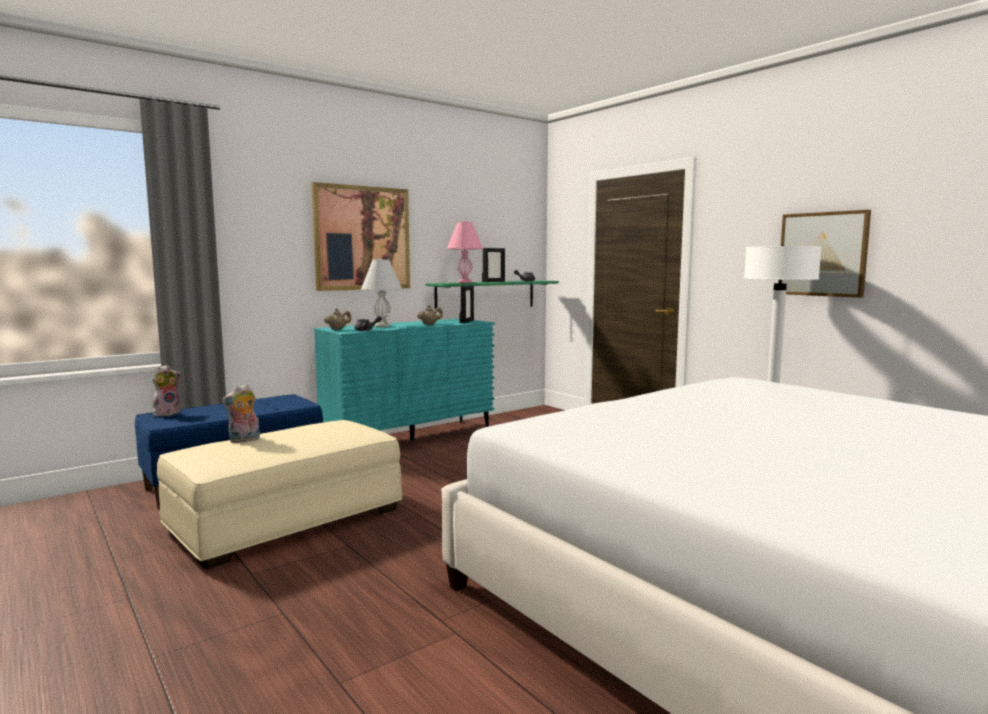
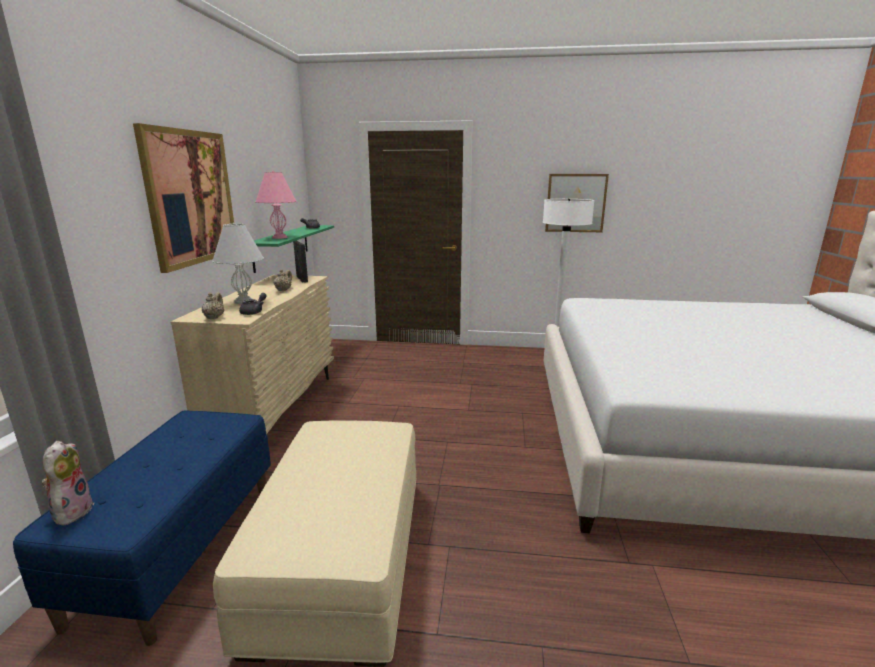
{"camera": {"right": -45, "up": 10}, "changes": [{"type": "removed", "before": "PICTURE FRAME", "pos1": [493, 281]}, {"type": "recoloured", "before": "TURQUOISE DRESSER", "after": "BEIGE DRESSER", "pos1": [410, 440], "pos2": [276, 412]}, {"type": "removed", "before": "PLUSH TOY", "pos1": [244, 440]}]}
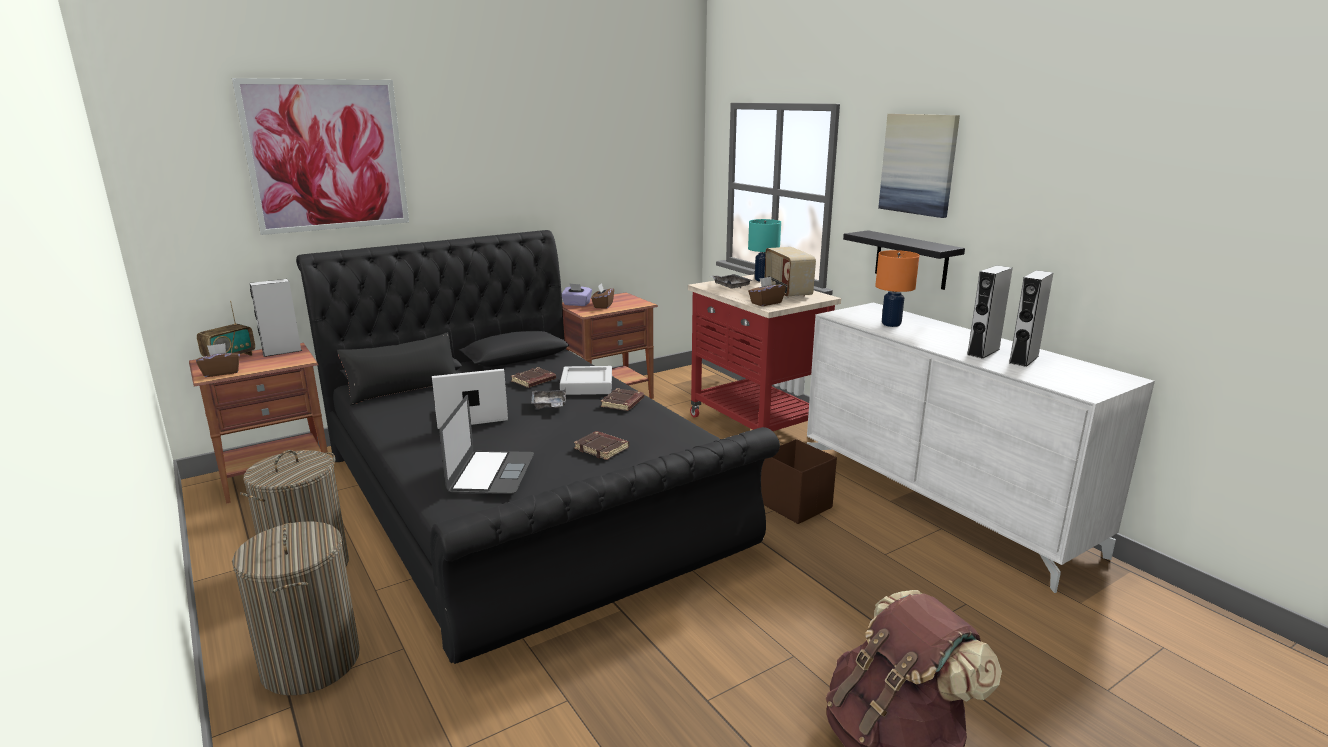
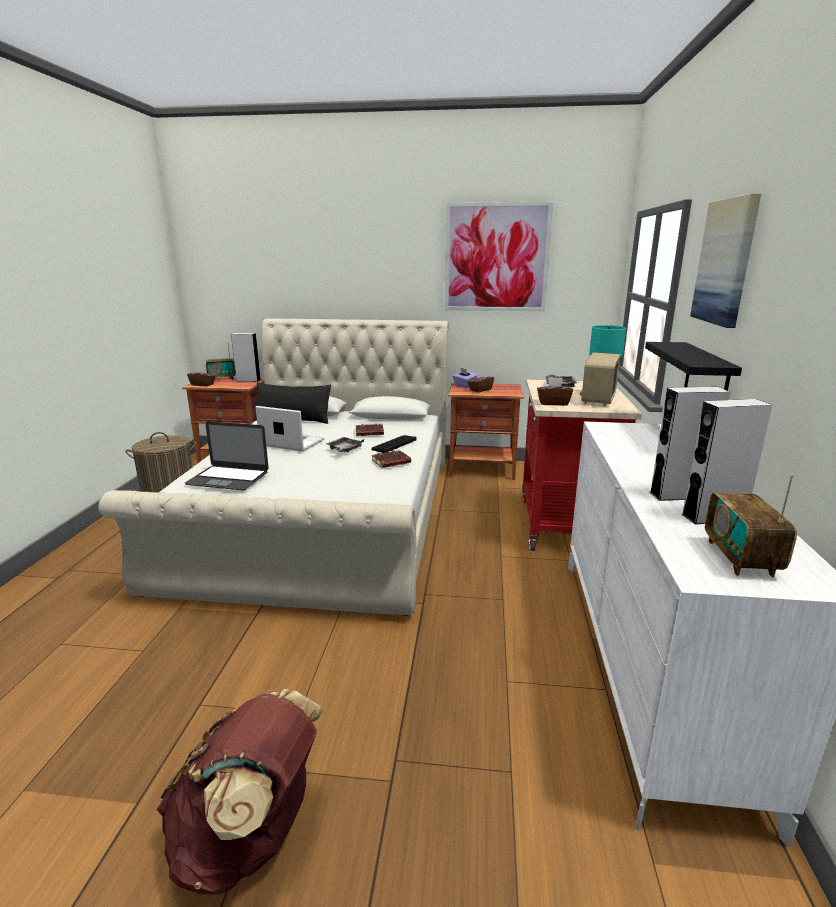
{"camera": {"right": 40, "up": 0}, "changes": [{"type": "moved", "before": "PICTURE", "pos1": [327, 155], "pos2": [496, 258]}, {"type": "recoloured", "before": "BLACK BED", "after": "BEIGE BED", "pos1": [522, 495], "pos2": [325, 514]}, {"type": "removed", "before": "ORANGE TABLE LAMP", "pos1": [892, 324]}, {"type": "replaced", "before": "GREY TRAY", "after": "KEYBOARD", "pos1": [586, 385], "pos2": [394, 444]}, {"type": "turned", "before": "LAPTOP", "pos1": [491, 472], "pos2": [228, 478], "turn": 60}, {"type": "removed", "before": "BROWN BOOK", "pos1": [602, 449]}, {"type": "removed", "before": "BROWN STORAGE BOX", "pos1": [794, 505]}, {"type": "removed", "before": "LAUNDRY BASKET", "pos1": [310, 662]}, {"type": "added", "after": "RADIO", "pos2": [740, 558]}]}
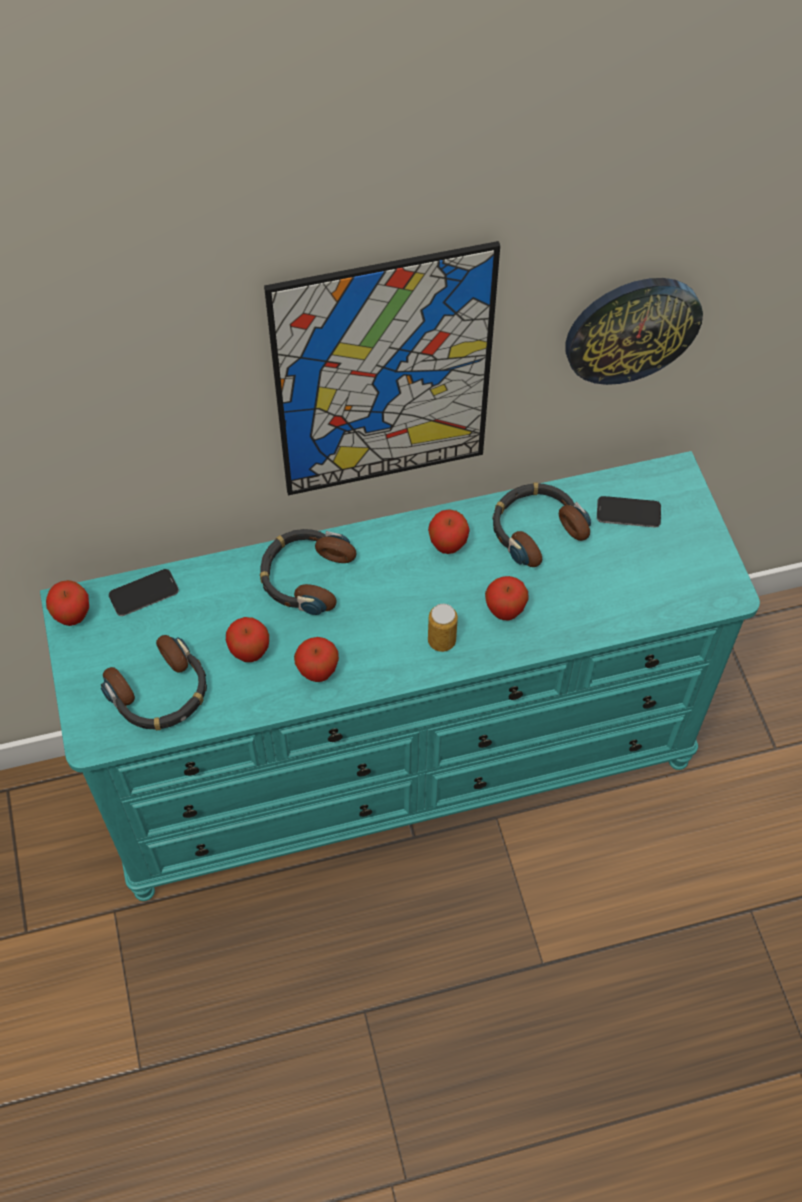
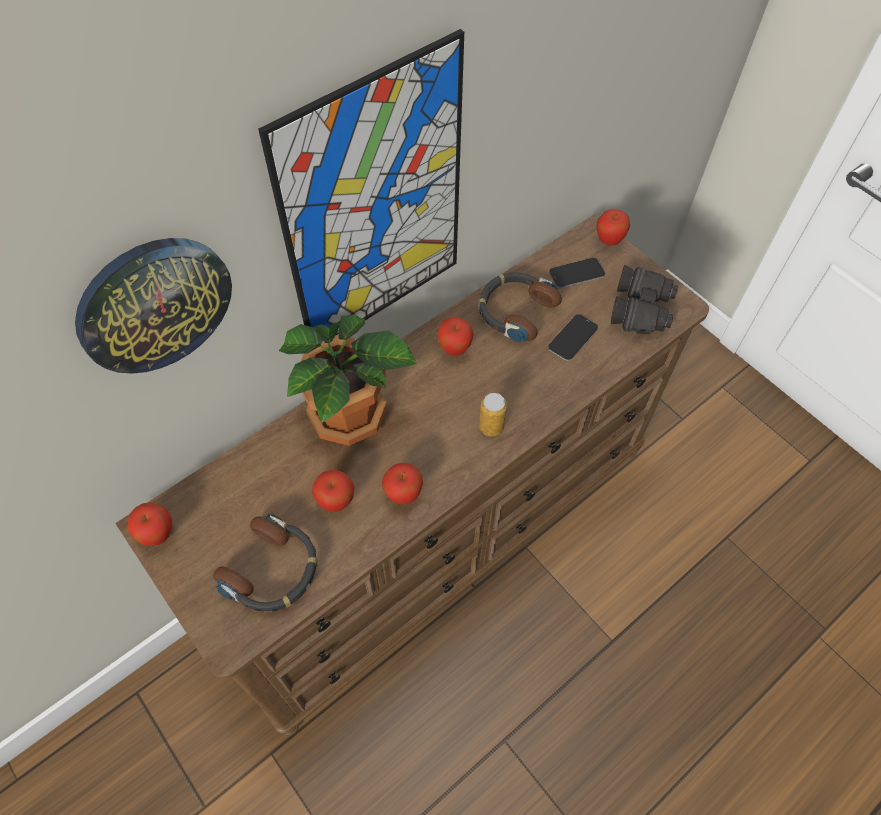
{"camera": {"right": -25, "up": 0}, "changes": [{"type": "moved", "before": "WALL CLOCK", "pos1": [632, 329], "pos2": [154, 304]}, {"type": "recoloured", "before": "TURQUOISE DRESSER", "after": "BROWN DRESSER", "pos1": [402, 763], "pos2": [439, 536]}, {"type": "replaced", "before": "HEADPHONES", "after": "POTTED PLANT", "pos1": [305, 576], "pos2": [350, 417]}, {"type": "moved", "before": "PHONE", "pos1": [144, 593], "pos2": [572, 338]}, {"type": "moved", "before": "APPLE", "pos1": [505, 611], "pos2": [609, 241]}, {"type": "added", "after": "BLACK BINOCULARS", "pos2": [641, 309]}]}
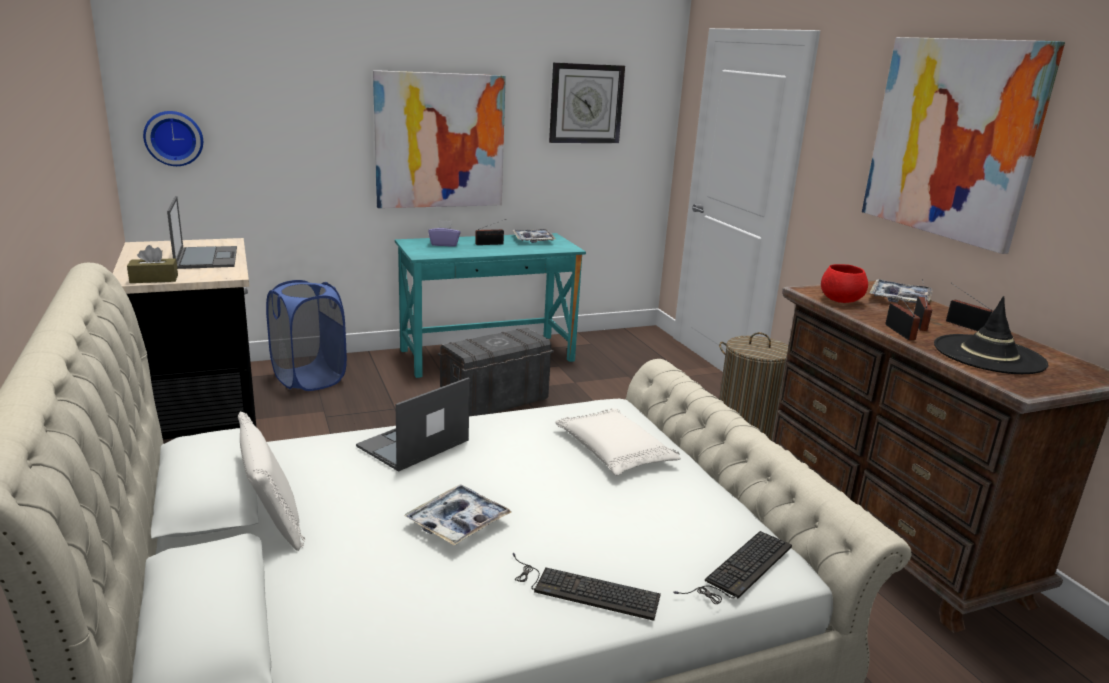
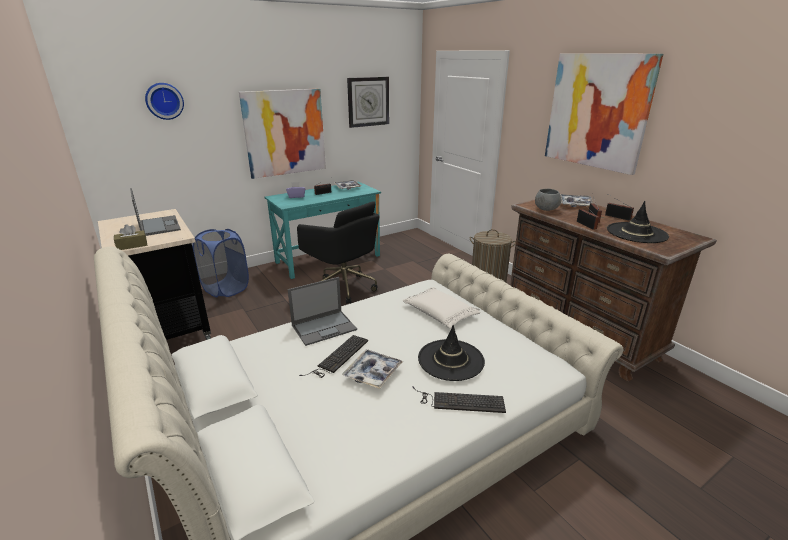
{"camera": {"right": -10, "up": 5}, "changes": [{"type": "moved", "before": "WALL CLOCK", "pos1": [174, 138], "pos2": [164, 101]}, {"type": "recoloured", "before": "RED BOWL", "after": "GREY BOWL", "pos1": [840, 300], "pos2": [546, 209]}, {"type": "replaced", "before": "GREY STORAGE BOX", "after": "BLACK OFFICE CHAIR", "pos1": [494, 402], "pos2": [342, 287]}, {"type": "turned", "before": "LAPTOP", "pos1": [412, 444], "pos2": [324, 327], "turn": -150}, {"type": "removed", "before": "WHITE PILLOW", "pos1": [272, 515]}, {"type": "moved", "before": "KEYBOARD", "pos1": [740, 569], "pos2": [338, 357]}, {"type": "added", "after": "BLACK HAT", "pos2": [450, 360]}]}
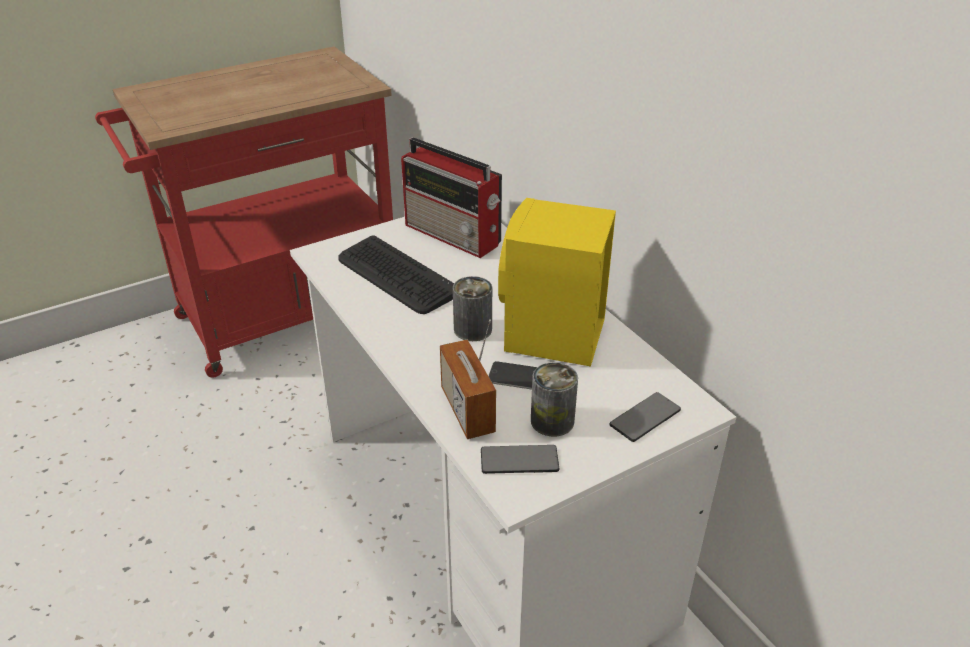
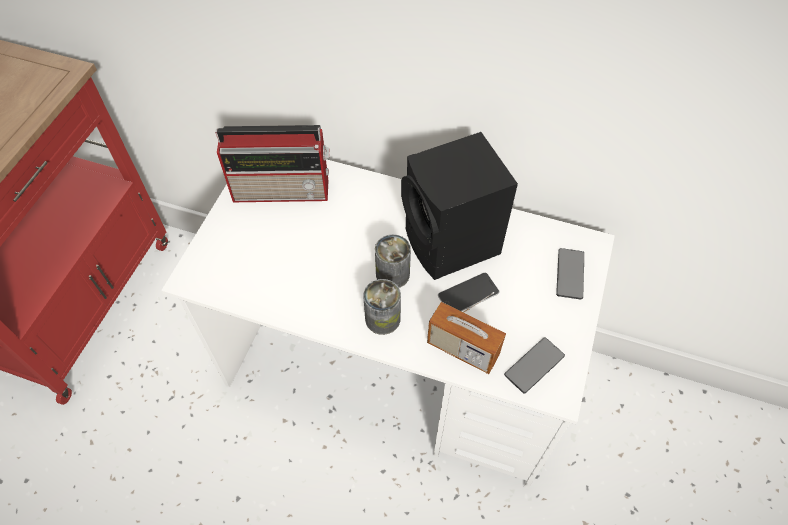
{"camera": {"right": -40, "up": 20}, "changes": [{"type": "recoloured", "before": "YELLOW SPEAKER", "after": "BLACK SPEAKER", "pos1": [552, 338], "pos2": [452, 245]}, {"type": "removed", "before": "KEYBOARD", "pos1": [396, 276]}, {"type": "moved", "before": "CAN", "pos1": [552, 421], "pos2": [382, 318]}]}
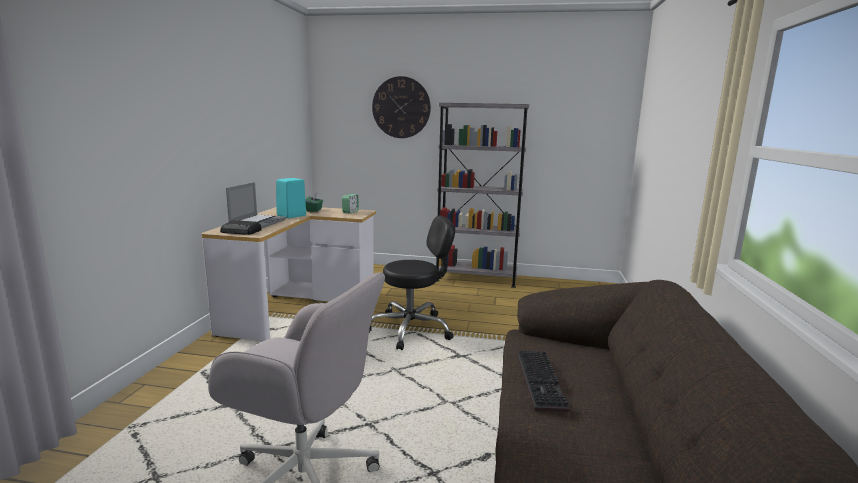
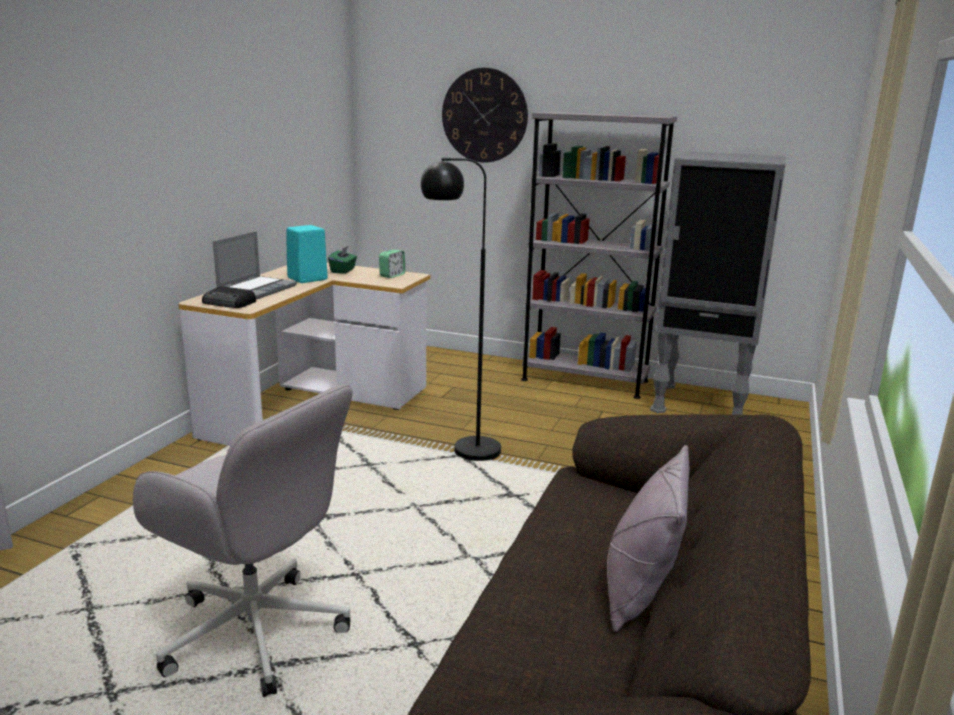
{"camera": {"right": 10, "up": 5}, "changes": [{"type": "replaced", "before": "BLACK OFFICE CHAIR", "after": "BLACK FLOOR LAMP", "pos1": [414, 329], "pos2": [462, 451]}, {"type": "removed", "before": "KEYBOARD", "pos1": [543, 382]}, {"type": "added", "after": "GREY CABINET", "pos2": [701, 403]}, {"type": "added", "after": "PURPLE PILLOW", "pos2": [639, 592]}]}
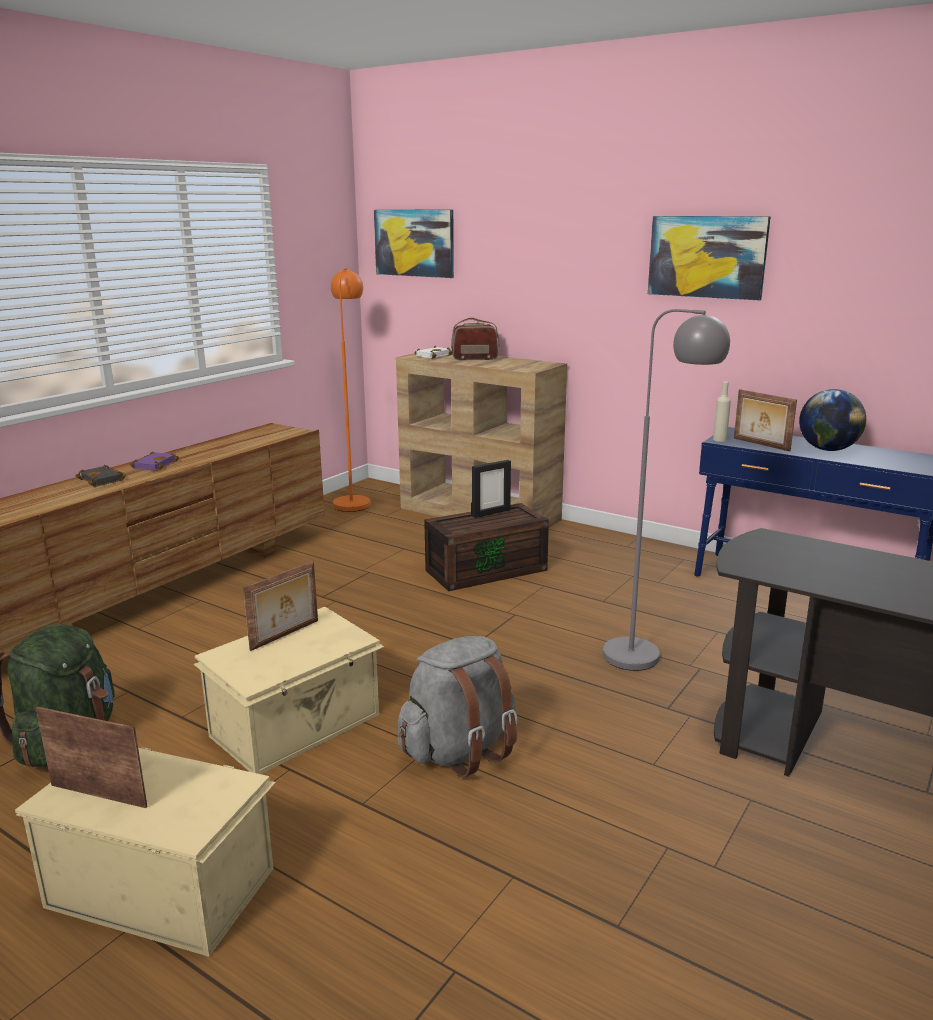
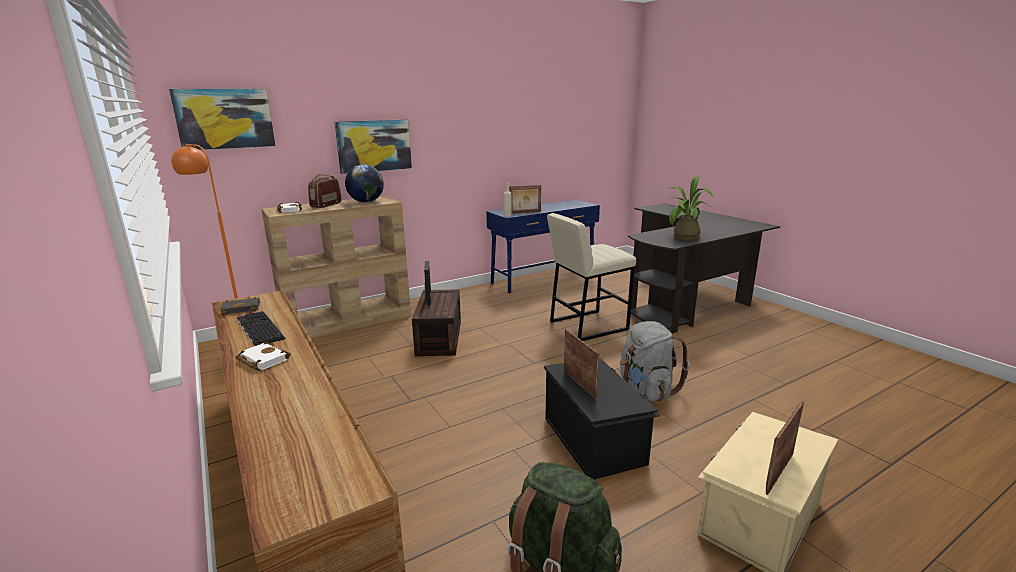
{"camera": {"right": -65, "up": 0}, "changes": [{"type": "moved", "before": "PICTURE", "pos1": [707, 257], "pos2": [374, 146]}, {"type": "replaced", "before": "GREY FLOOR LAMP", "after": "BEIGE CHAIR", "pos1": [647, 662], "pos2": [587, 326]}, {"type": "moved", "before": "GLOBE", "pos1": [827, 449], "pos2": [366, 202]}, {"type": "recoloured", "before": "PURPLE BOOK", "after": "WHITE BOOK", "pos1": [154, 465], "pos2": [261, 360]}, {"type": "moved", "before": "BLACK BOOK", "pos1": [103, 480], "pos2": [242, 308]}, {"type": "recoloured", "before": "BEIGE STORAGE BOX", "after": "BLACK STORAGE BOX", "pos1": [298, 726], "pos2": [594, 439]}, {"type": "added", "after": "POTTED PLANT", "pos2": [684, 238]}, {"type": "added", "after": "KEYBOARD", "pos2": [258, 328]}]}
